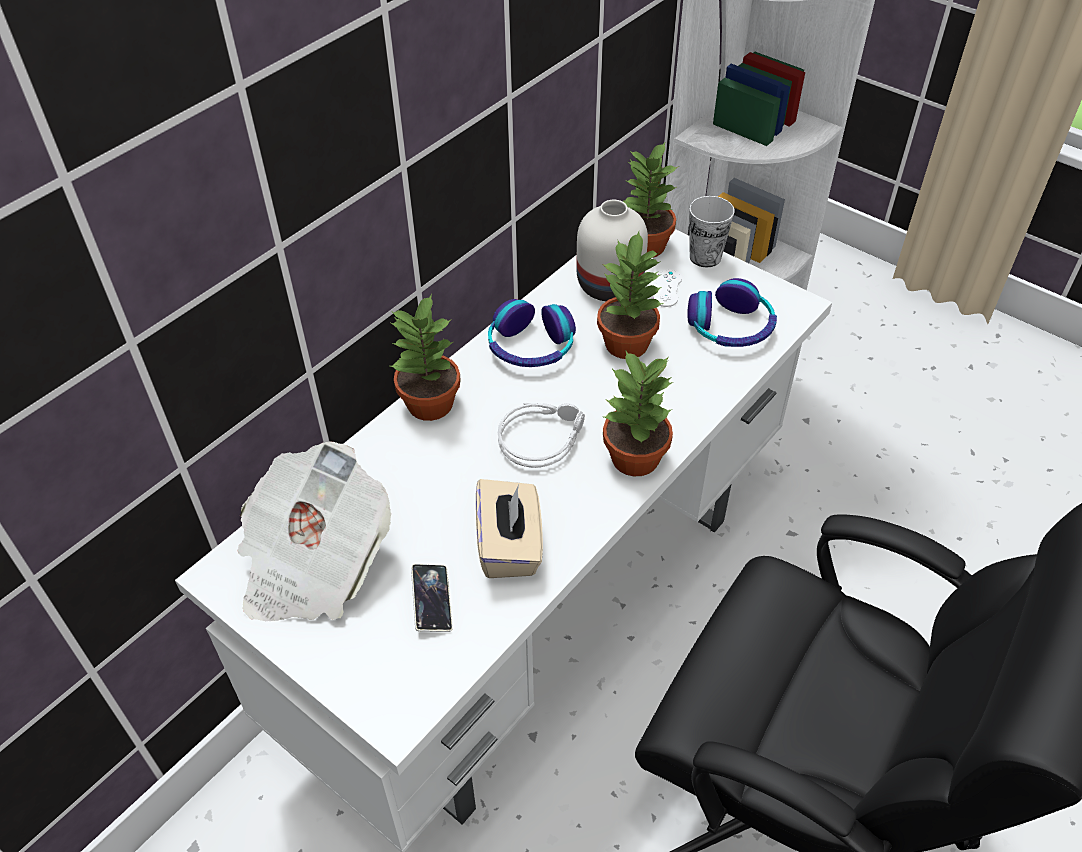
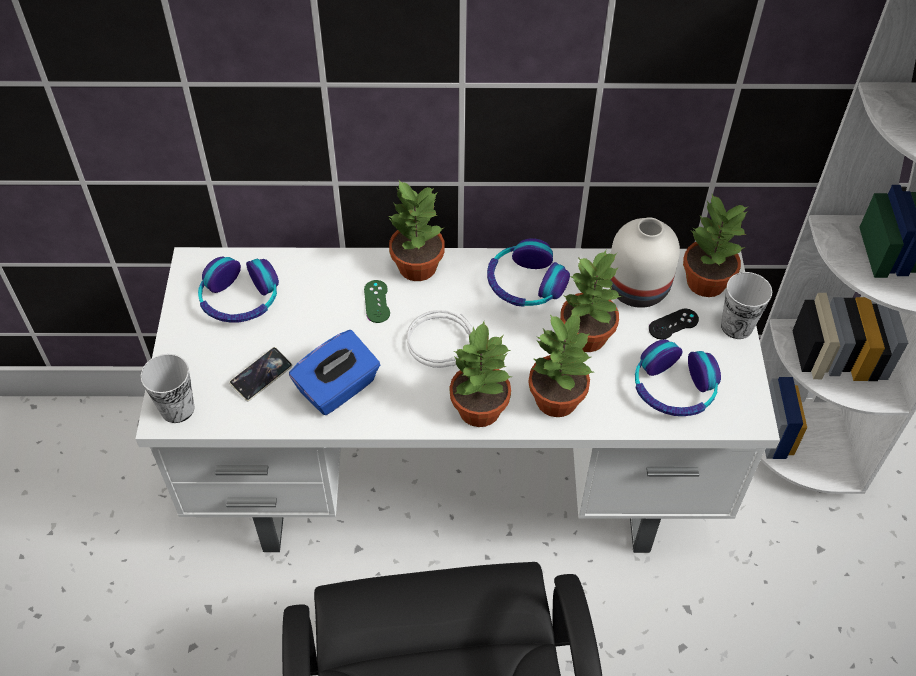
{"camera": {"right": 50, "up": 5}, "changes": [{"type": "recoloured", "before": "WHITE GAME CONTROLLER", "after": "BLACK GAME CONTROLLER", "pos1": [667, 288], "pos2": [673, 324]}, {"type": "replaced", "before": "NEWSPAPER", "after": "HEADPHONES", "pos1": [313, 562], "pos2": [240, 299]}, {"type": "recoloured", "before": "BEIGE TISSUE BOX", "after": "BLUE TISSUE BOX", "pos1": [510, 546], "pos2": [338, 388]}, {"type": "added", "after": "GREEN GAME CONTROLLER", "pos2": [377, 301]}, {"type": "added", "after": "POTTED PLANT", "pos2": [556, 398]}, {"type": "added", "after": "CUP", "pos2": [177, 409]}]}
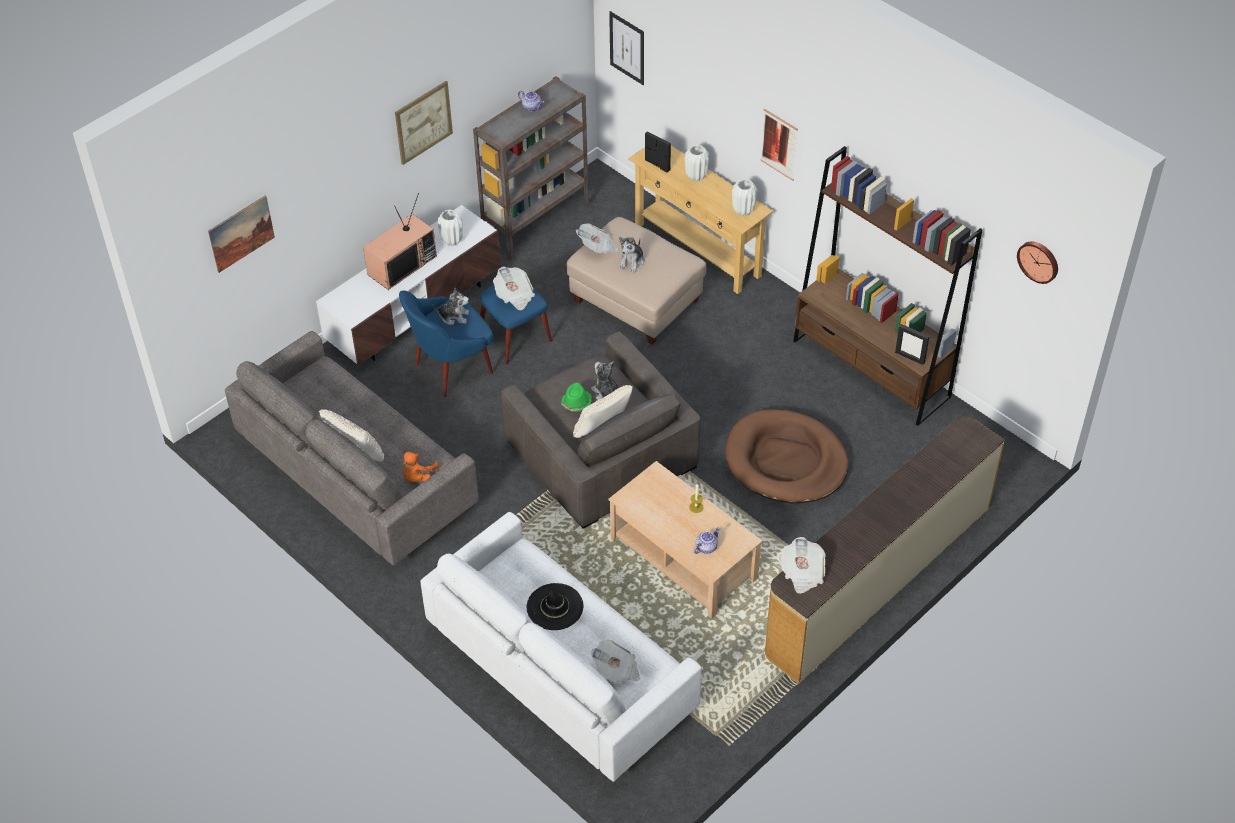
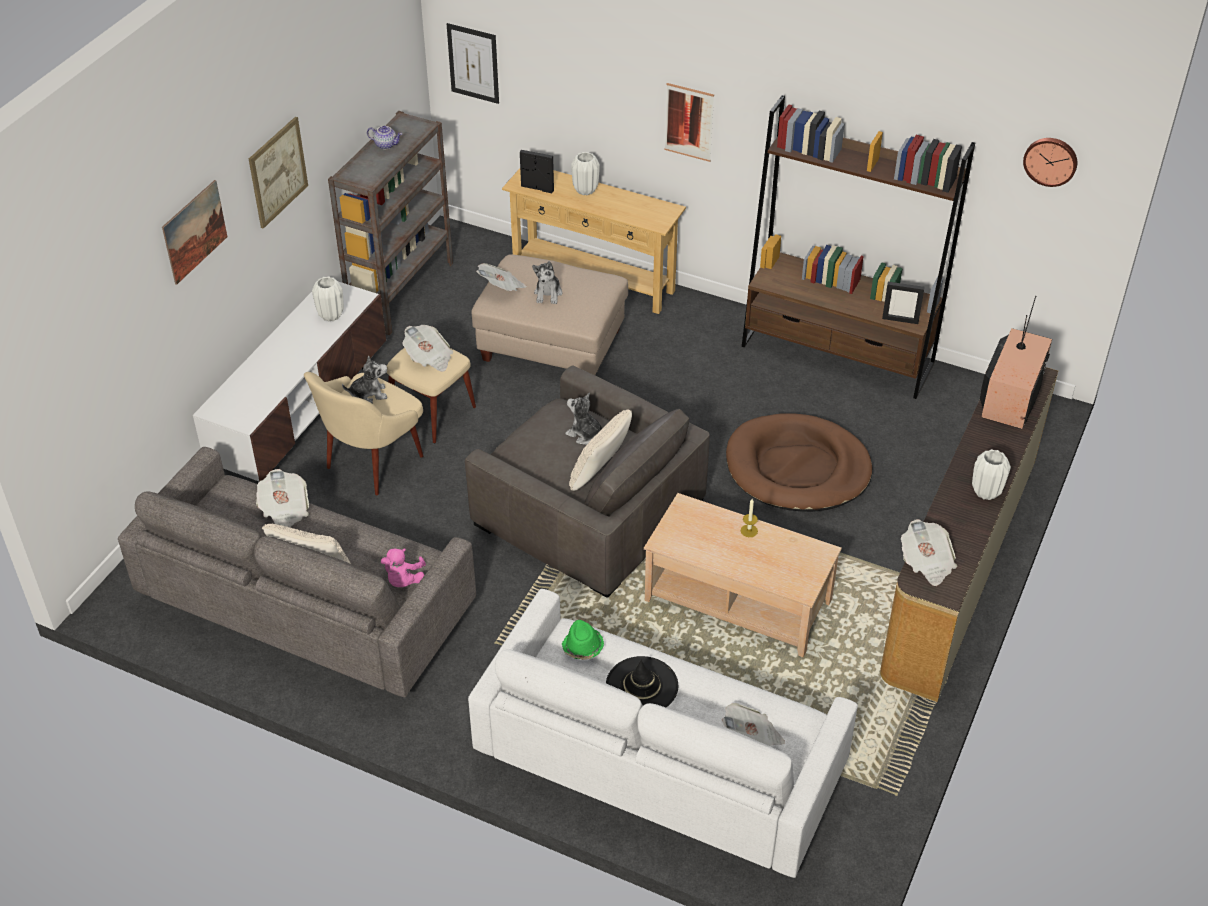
{"camera": {"right": -20, "up": -5}, "changes": [{"type": "moved", "before": "WHITE VASE", "pos1": [743, 210], "pos2": [986, 492]}, {"type": "moved", "before": "TELEVISION", "pos1": [401, 264], "pos2": [1010, 396]}, {"type": "moved", "before": "PICTURE", "pos1": [241, 233], "pos2": [194, 231]}, {"type": "recoloured", "before": "BLUE ARMCHAIR", "after": "BEIGE ARMCHAIR", "pos1": [475, 358], "pos2": [394, 445]}, {"type": "moved", "before": "GREEN HAT", "pos1": [576, 403], "pos2": [582, 647]}, {"type": "recoloured", "before": "ORANGE PLUSH TOY", "after": "PINK PLUSH TOY", "pos1": [418, 476], "pos2": [403, 580]}, {"type": "removed", "before": "TEAPOT", "pos1": [706, 547]}, {"type": "added", "after": "NEWSPAPER", "pos2": [284, 510]}]}
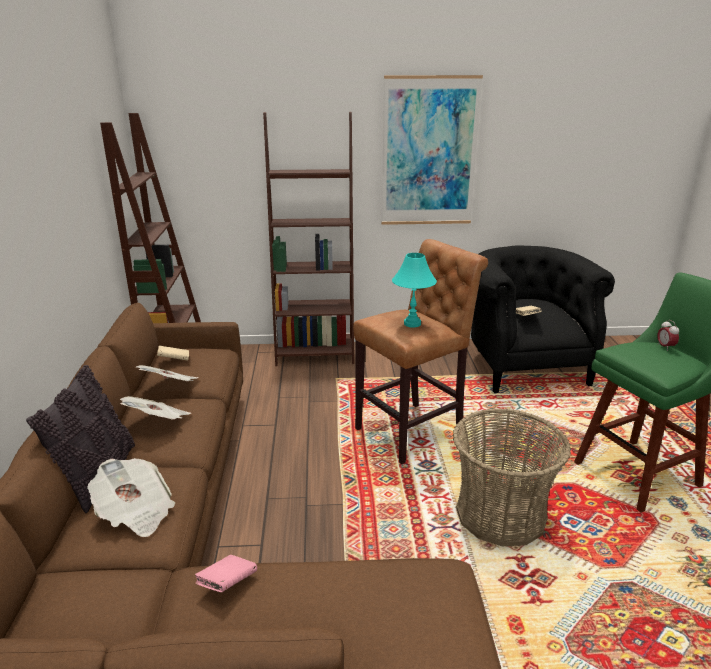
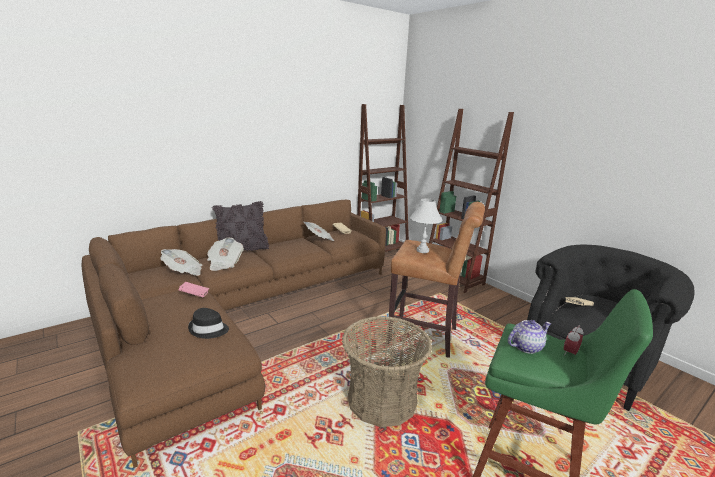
{"camera": {"right": 55, "up": -5}, "changes": [{"type": "removed", "before": "PICTURE", "pos1": [429, 152]}, {"type": "recoloured", "before": "TURQUOISE TABLE LAMP", "after": "WHITE TABLE LAMP", "pos1": [412, 324], "pos2": [422, 250]}, {"type": "moved", "before": "NEWSPAPER", "pos1": [158, 422], "pos2": [183, 271]}, {"type": "added", "after": "BLACK HAT", "pos2": [208, 329]}, {"type": "added", "after": "TEAPOT", "pos2": [526, 346]}]}
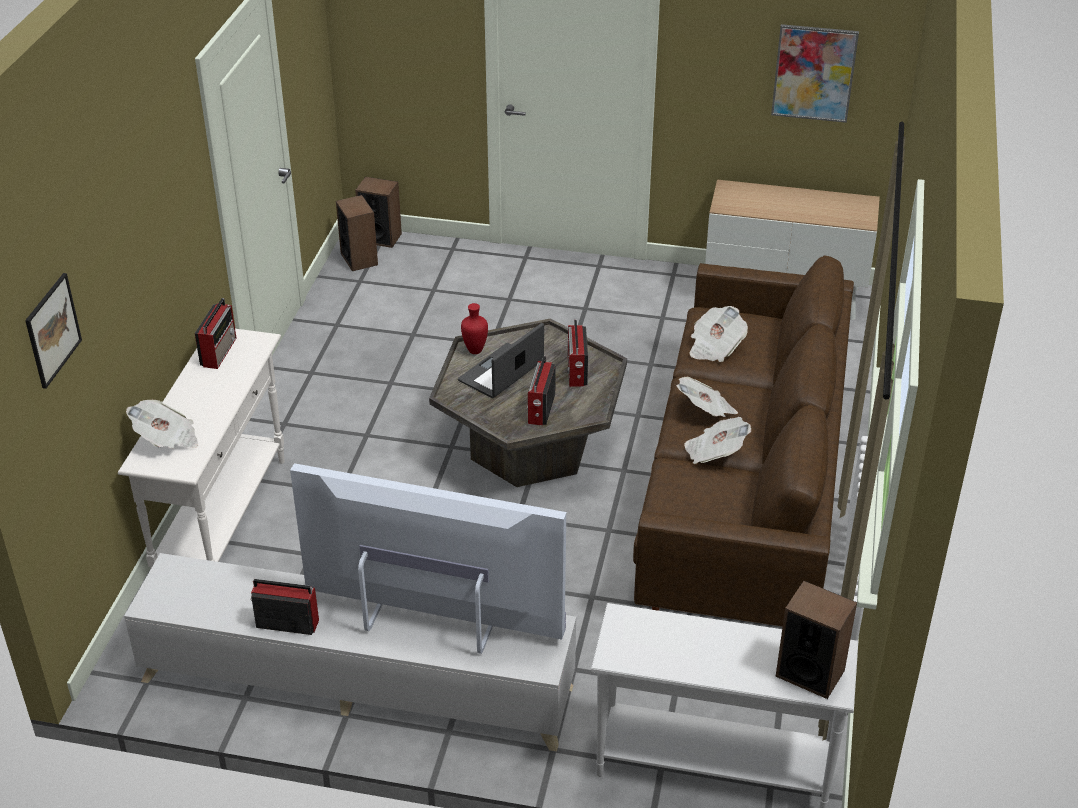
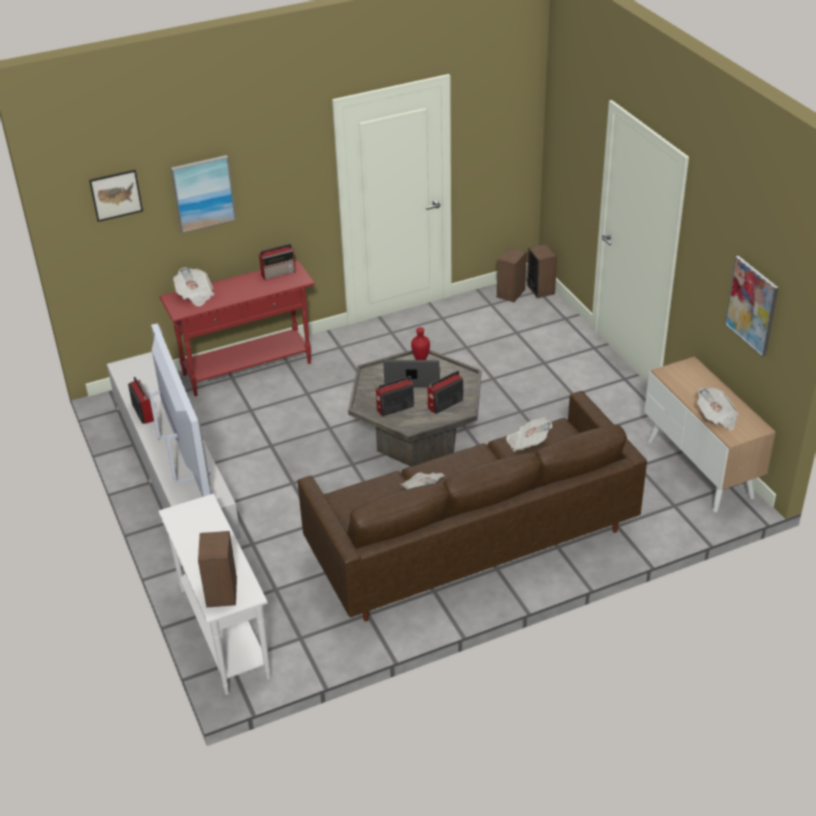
{"camera": {"right": 55, "up": 0}, "changes": [{"type": "recoloured", "before": "WHITE CONSOLE TABLE", "after": "RED CONSOLE TABLE", "pos1": [223, 519], "pos2": [248, 369]}, {"type": "moved", "before": "NEWSPAPER", "pos1": [706, 411], "pos2": [716, 418]}, {"type": "added", "after": "PICTURE", "pos2": [203, 193]}]}
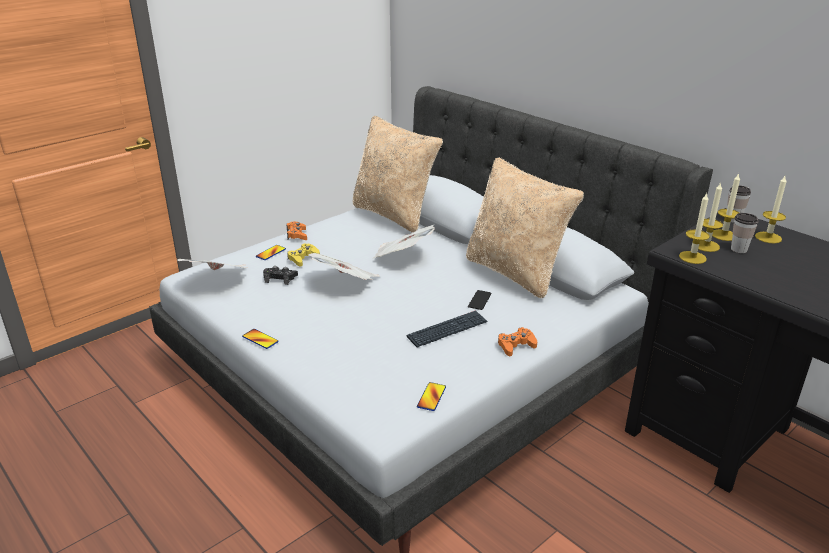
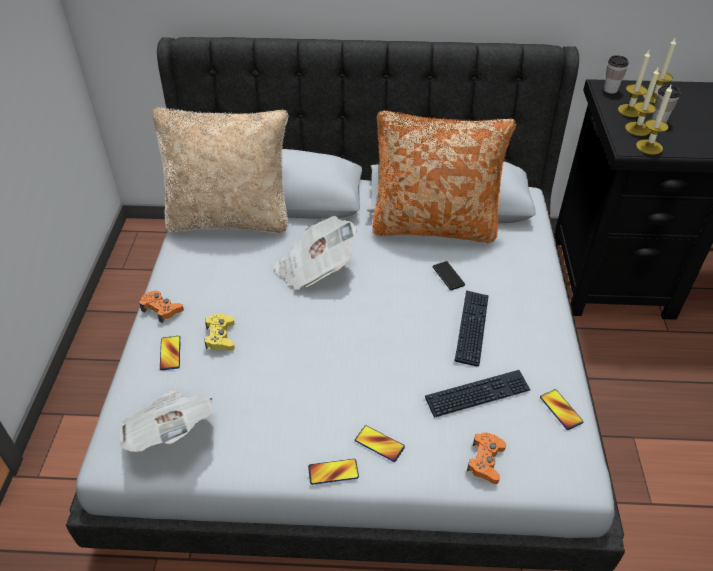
{"camera": {"right": -45, "up": 15}, "changes": [{"type": "recoloured", "before": "BEIGE PILLOW", "after": "ORANGE PILLOW", "pos1": [514, 276], "pos2": [435, 229]}, {"type": "removed", "before": "NEWSPAPER", "pos1": [346, 283]}, {"type": "removed", "before": "BLACK GAME CONTROLLER", "pos1": [280, 278]}, {"type": "moved", "before": "ORANGE GAME CONTROLLER", "pos1": [516, 345], "pos2": [485, 461]}, {"type": "added", "after": "KEYBOARD", "pos2": [477, 395]}, {"type": "added", "after": "PHONE", "pos2": [379, 444]}]}
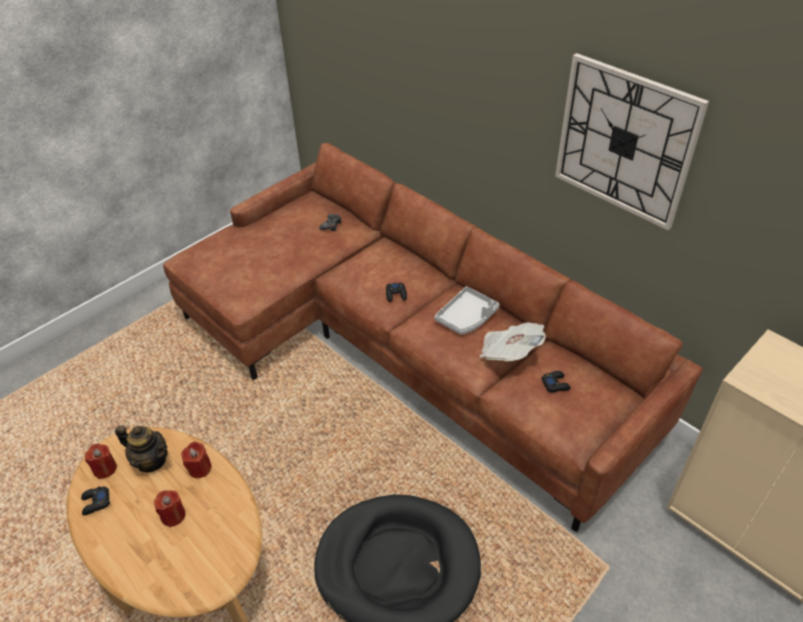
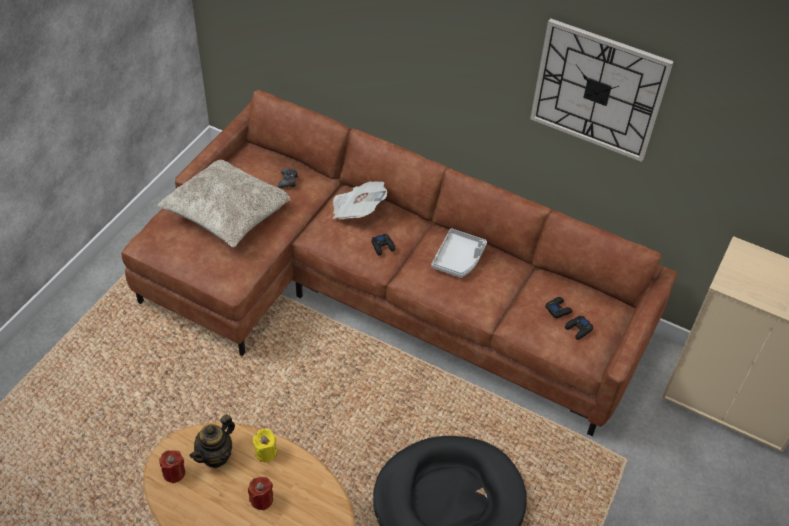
{"camera": {"right": -20, "up": 5}, "changes": [{"type": "moved", "before": "NEWSPAPER", "pos1": [509, 352], "pos2": [357, 210]}, {"type": "turned", "before": "TEAPOT", "pos1": [151, 460], "pos2": [216, 455], "turn": 120}, {"type": "recoloured", "before": "RED CANDLE", "after": "YELLOW CANDLE", "pos1": [199, 468], "pos2": [266, 452]}, {"type": "moved", "before": "BLACK GAME CONTROLLER", "pos1": [95, 503], "pos2": [578, 329]}, {"type": "added", "after": "BEIGE PILLOW", "pos2": [227, 213]}]}
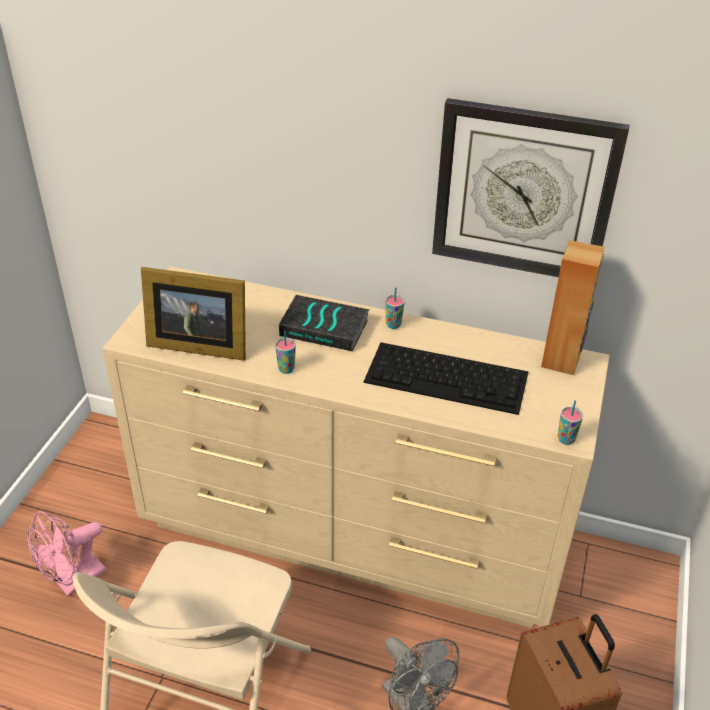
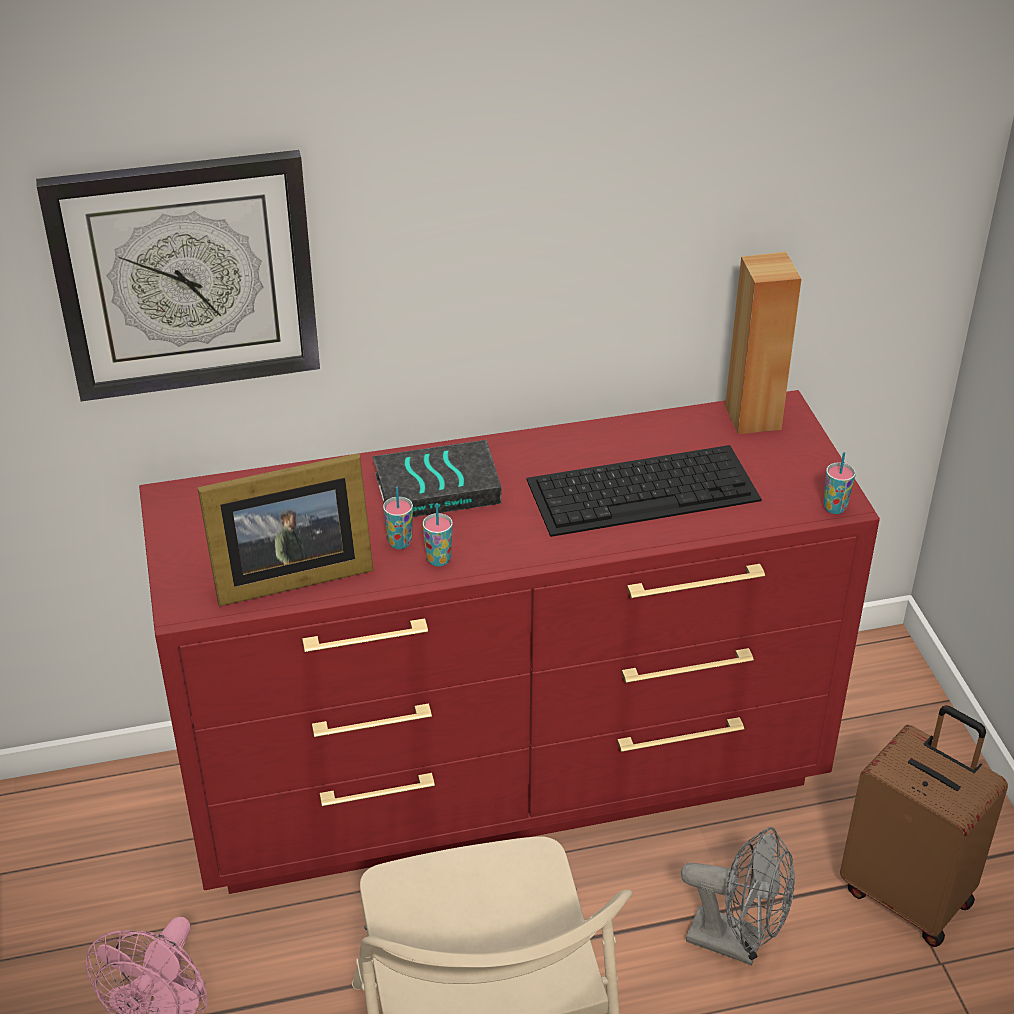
{"camera": {"right": -30, "up": 0}, "changes": [{"type": "moved", "before": "WALL CLOCK", "pos1": [524, 191], "pos2": [185, 275]}, {"type": "recoloured", "before": "BEIGE DRESSER", "after": "RED DRESSER", "pos1": [354, 534], "pos2": [509, 776]}, {"type": "moved", "before": "CUP", "pos1": [393, 325], "pos2": [400, 542]}]}
